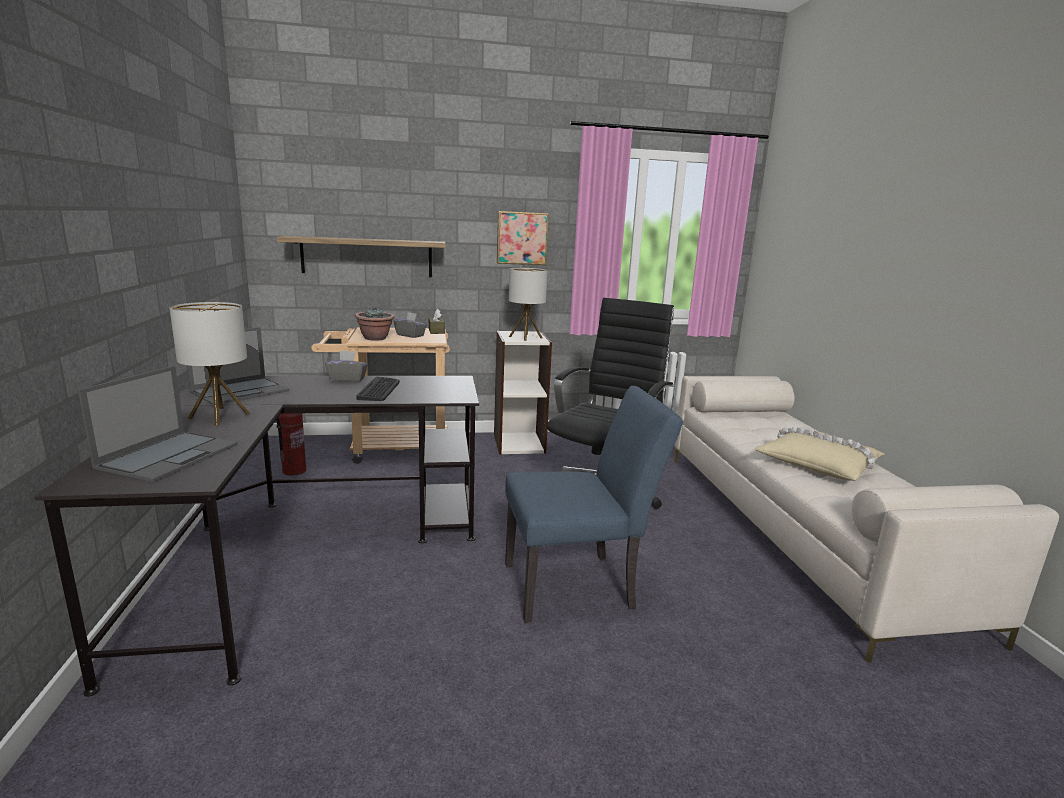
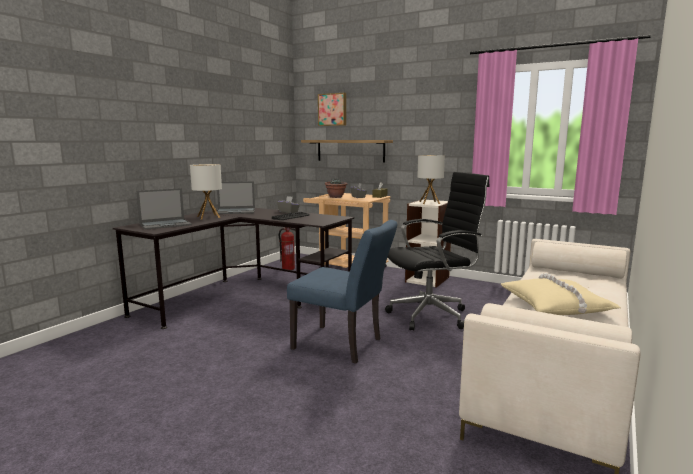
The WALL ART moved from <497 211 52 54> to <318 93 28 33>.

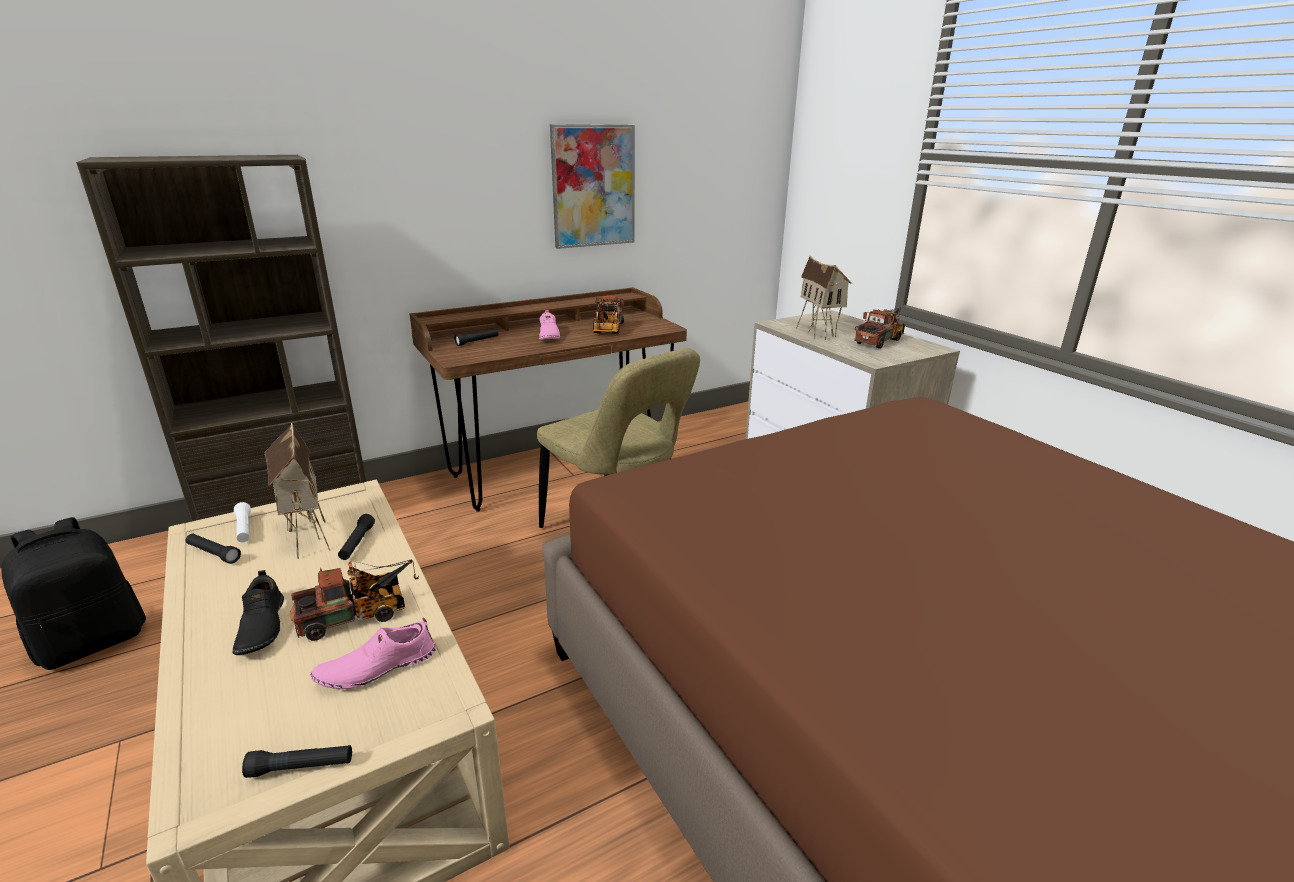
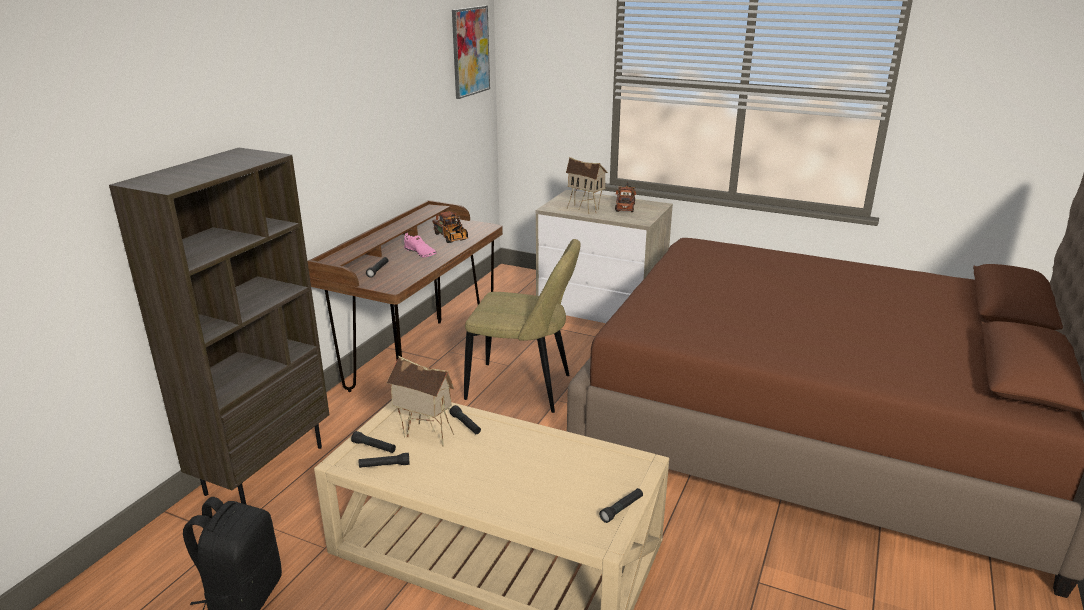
The BLACK-COLOURED SHOE at <233 570 51 85> disappeared.
The WHITISH HAND TORCH at <234 502 17 40> became the BLACK-COLOURED HAND TORCH at <351 431 45 22>.
The TOY TRUCK at <290 559 129 82> disappeared.
The PINK SHOE at <310 618 126 71> disappeared.
The WALL ART moved from <550 124 85 125> to <452 6 38 93>.

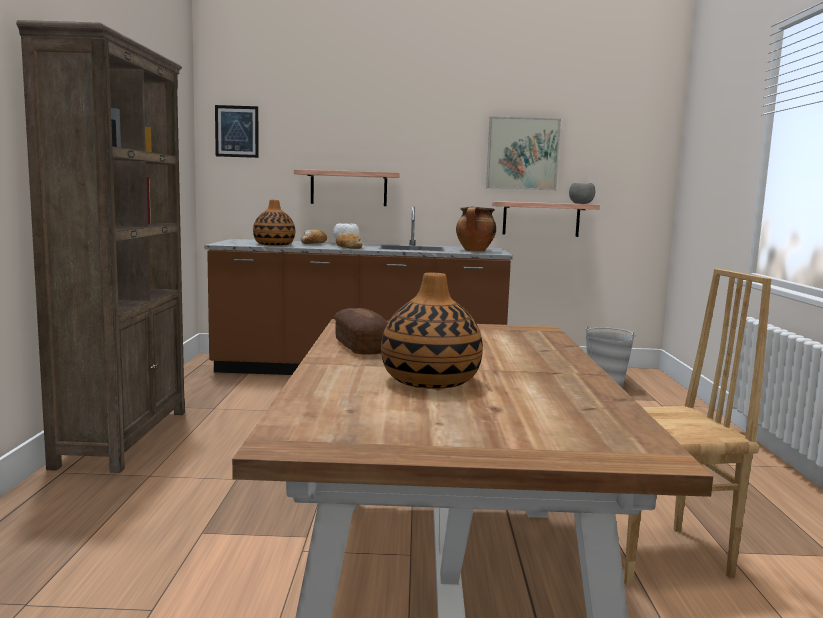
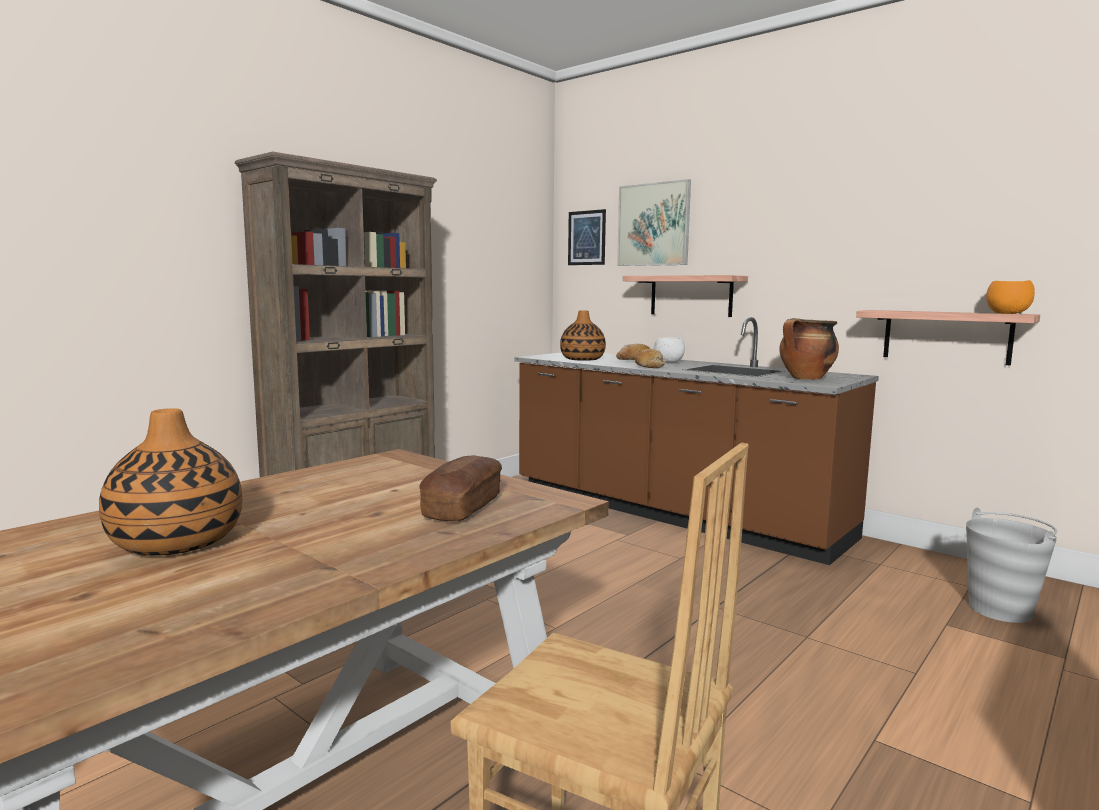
The BAKERY BREAD moved from <334 308 54 46> to <419 455 83 66>.
The WALL ART moved from <486 116 75 74> to <617 179 74 87>.
The GREY BOWL at <569 183 26 21> became the ORANGE BOWL at <986 280 49 34>.

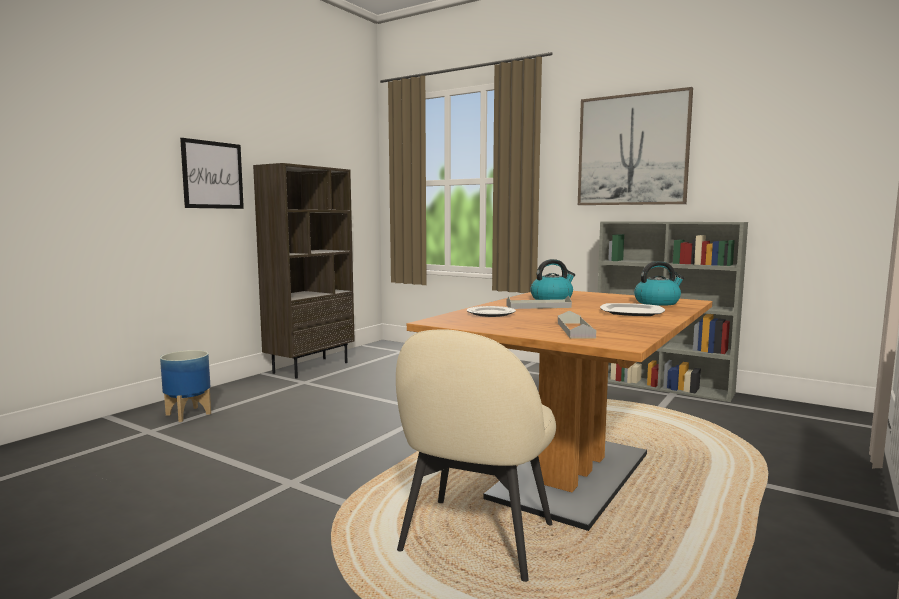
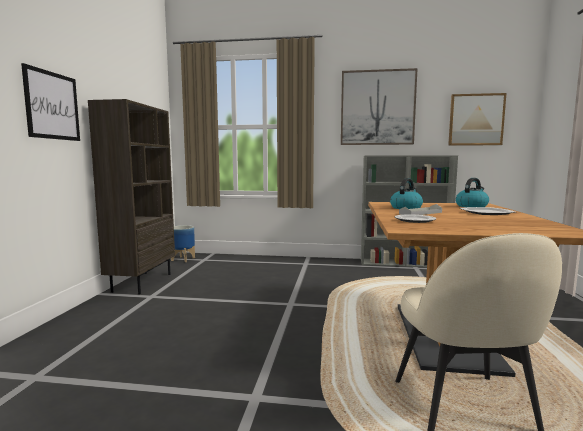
The PLANTER moved from <160 350 51 72> to <171 225 24 37>.
The GREY TRAY at <558 311 38 28> disappeared.
The WALL ART at <448 93 59 53> appeared.

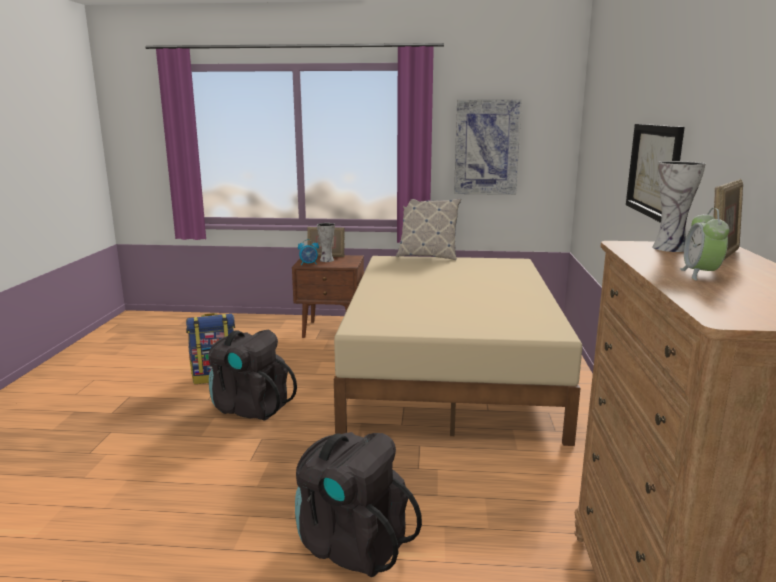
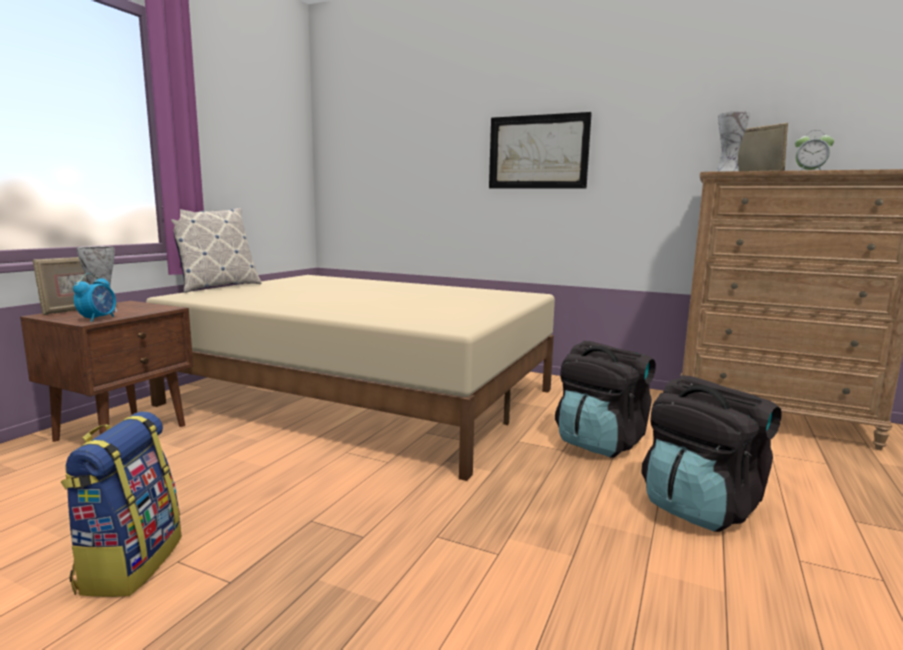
The BLACK-COLOURED KNAPSACK moved from <209 330 88 91> to <555 341 101 117>.
The WALL ART at <454 100 68 95> disappeared.

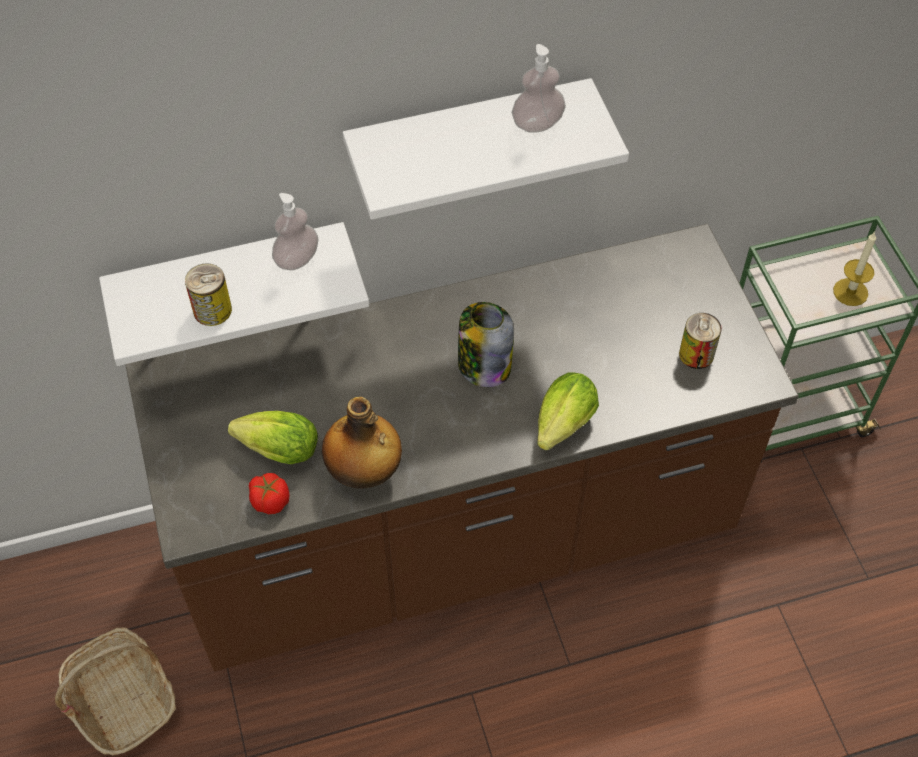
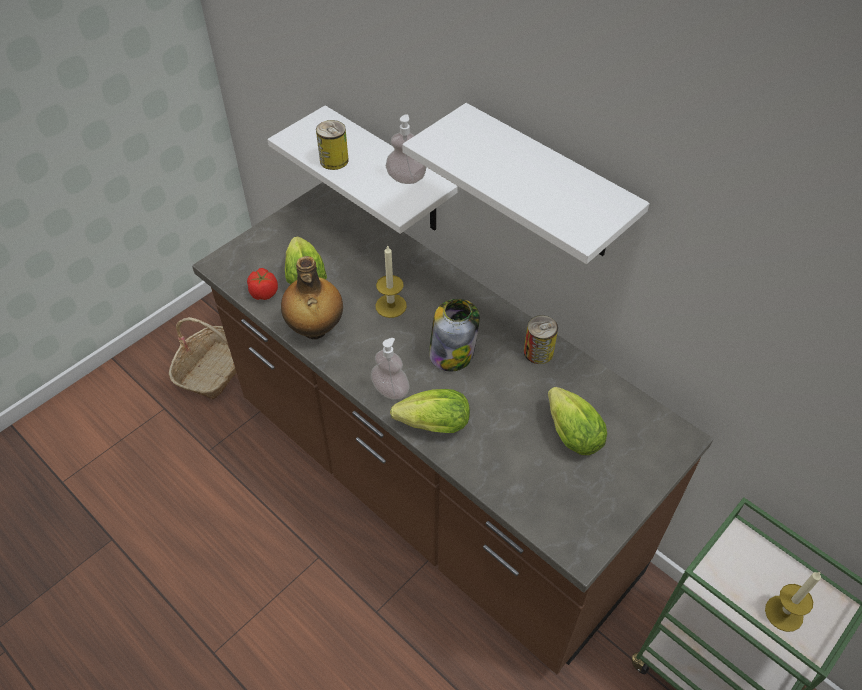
The SOAP DISPENSER moved from <512 44 54 89> to <371 338 39 62>.
The METAL CAN moved from <679 313 43 56> to <524 315 34 49>.
The WAX LIGHT at <375 245 32 73> appeared.
The LETTUCE HEAD at <548 387 59 68> appeared.

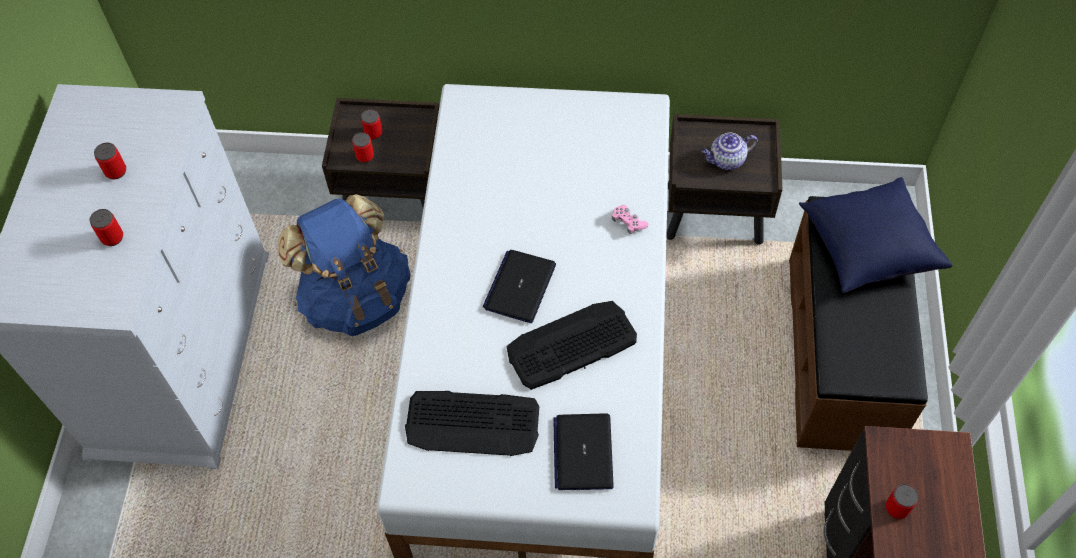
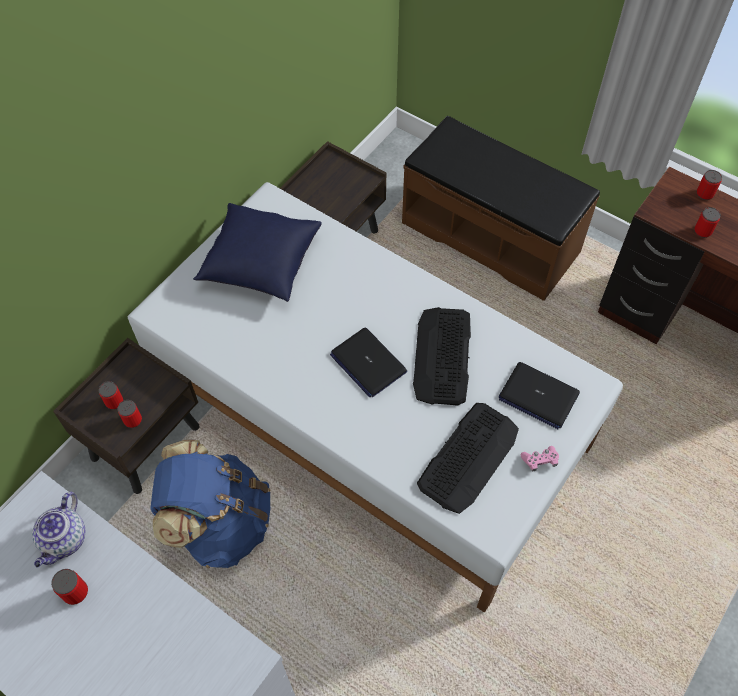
The METAL CAN moved from <90 209 33 37> to <697 170 25 30>.
The PINK GAME CONTROLLER moved from <612 205 36 29> to <521 446 38 25>.
The TEA POT moved from <702 133 56 37> to <32 492 53 75>.
The BLUISH CUSHION moved from <799 177 154 116> to <193 203 129 99>.

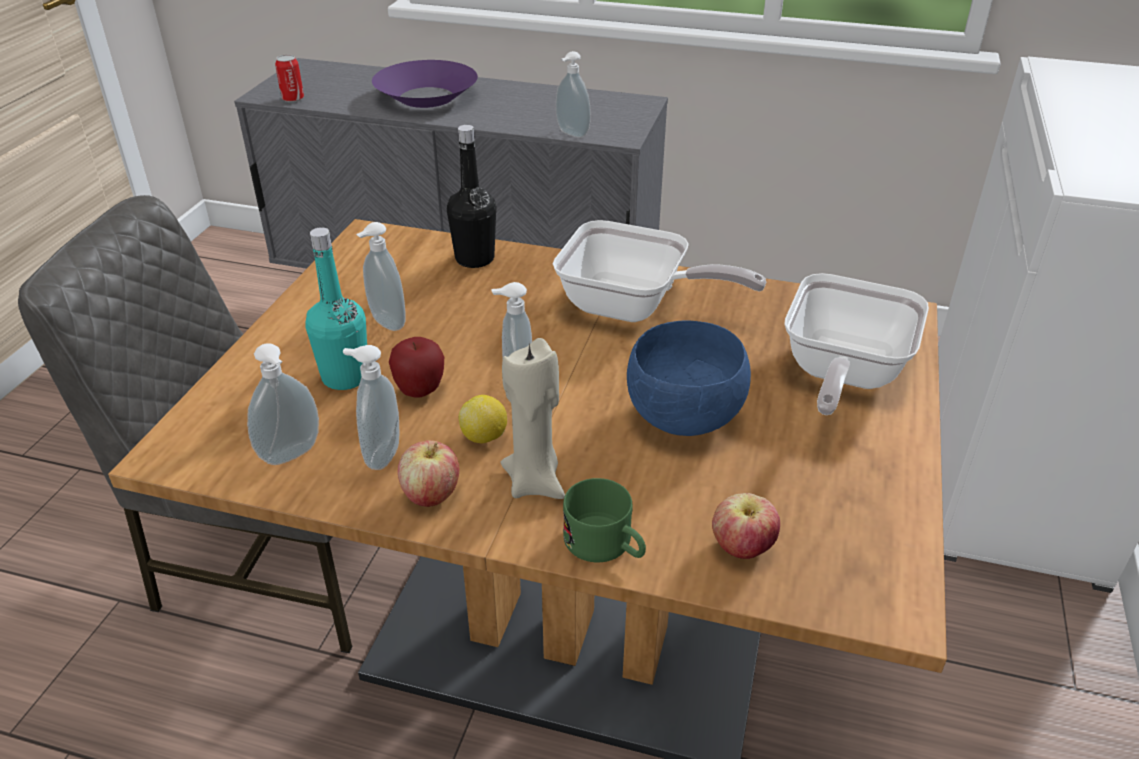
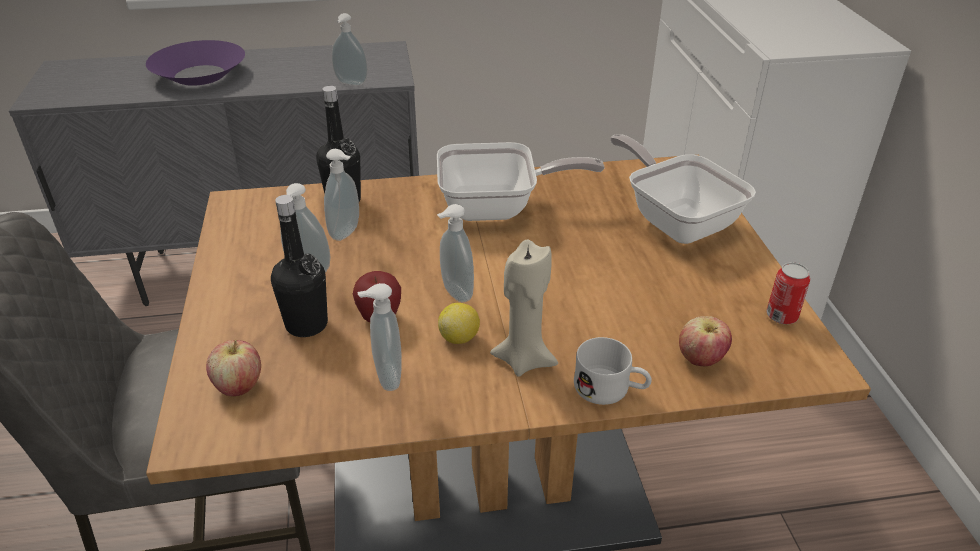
The SOAP DISPENSER moved from <247 343 72 122> to <324 149 35 92>.
The METAL CAN moved from <275 55 29 47> to <767 262 43 62>.
The BLUE-GREEN DRINK BOTTLE at <305 227 62 163> became the BLACK-COLOURED DRINK BOTTLE at <271 195 57 142>.
The APPLE FRUIT moved from <398 440 61 67> to <206 340 55 56>.
The GREENISH TEA MUG at <563 478 83 84> became the WHITISH TEA MUG at <574 337 78 68>.
The BLUISH BOWL at <627 321 124 115> disappeared.
The PAN at <785 273 144 142> turned 150 degrees clockwise.

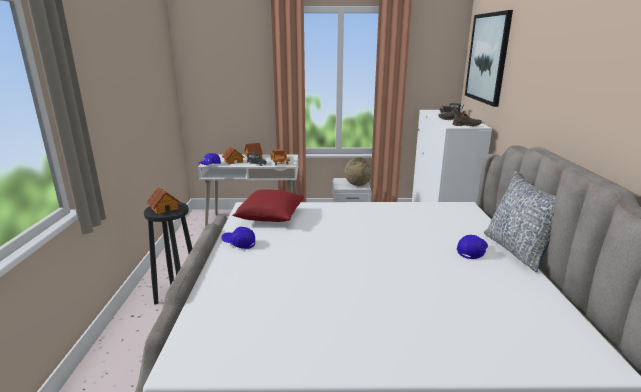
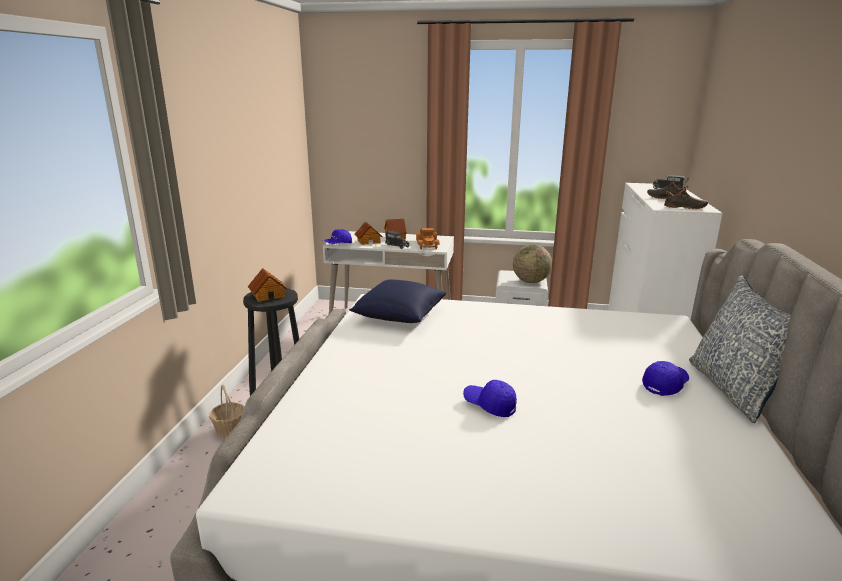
The BLUISH BASEBALL CAP moved from <222 227 33 22> to <463 380 54 37>.
The RED-COLOURED CUSHION at <232 189 72 33> became the BLUISH CUSHION at <349 279 97 44>.
The WALL ART at <465 10 48 97> disappeared.
The BASKET at <209 385 36 54> appeared.

